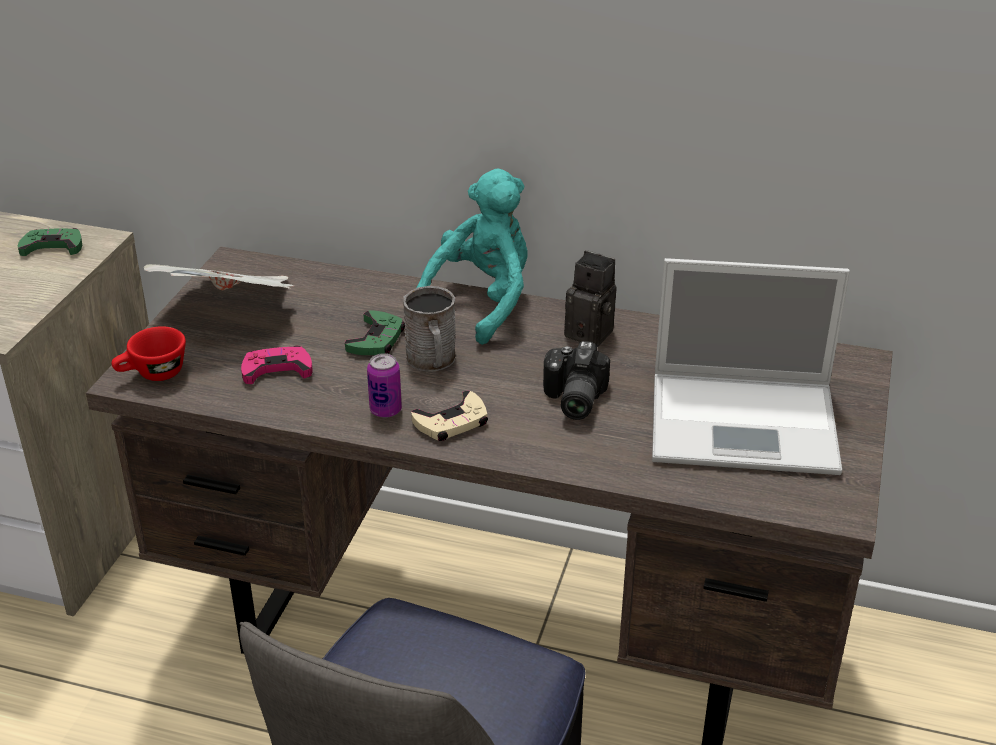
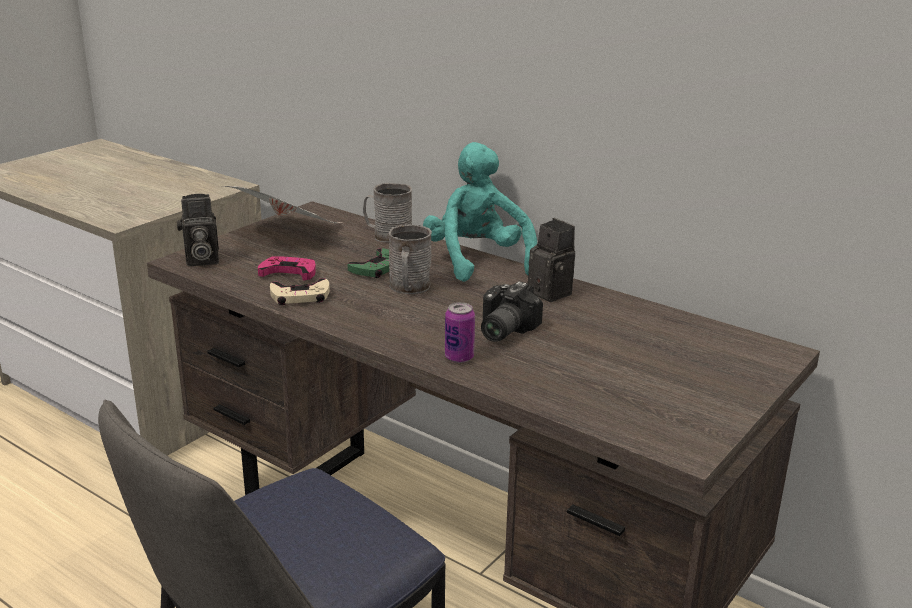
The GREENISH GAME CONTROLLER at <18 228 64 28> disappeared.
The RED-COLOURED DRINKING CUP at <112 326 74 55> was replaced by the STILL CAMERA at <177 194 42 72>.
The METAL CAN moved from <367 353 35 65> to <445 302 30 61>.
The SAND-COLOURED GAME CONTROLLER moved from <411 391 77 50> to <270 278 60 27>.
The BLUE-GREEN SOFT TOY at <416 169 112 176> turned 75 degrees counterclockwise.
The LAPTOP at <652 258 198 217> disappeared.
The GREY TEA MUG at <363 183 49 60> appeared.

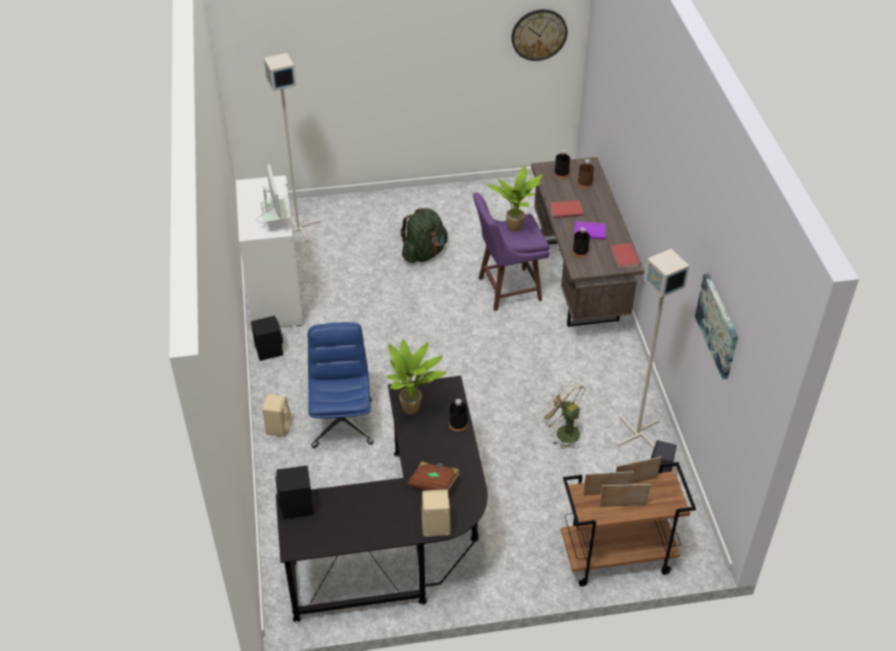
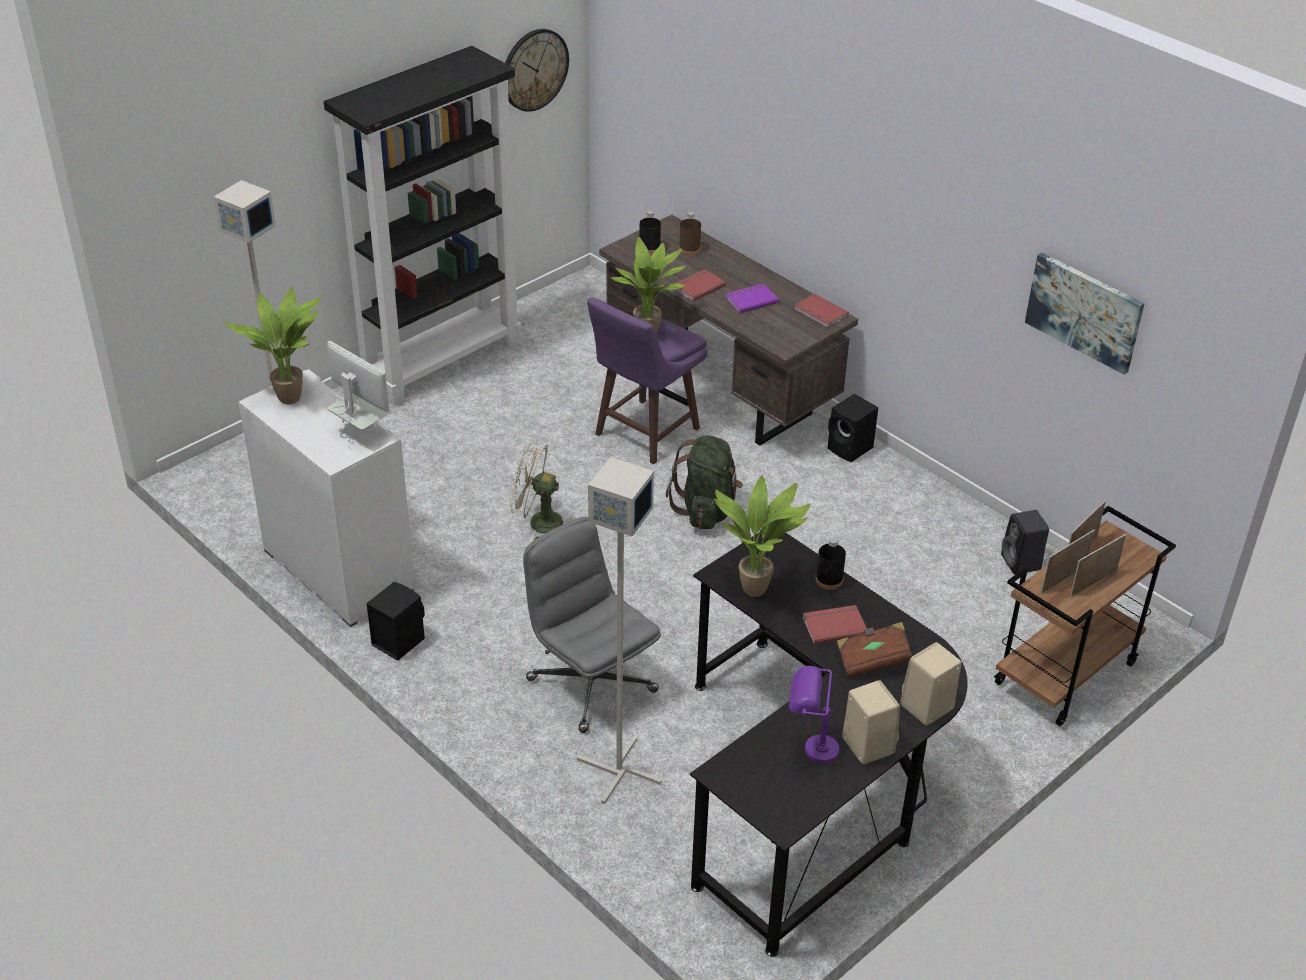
The SAND-COLOURED AUDIO SPEAKER moved from <262 394 29 43> to <842 680 58 84>.
The BLACK-COLOURED AUDIO SPEAKER moved from <275 465 39 54> to <828 394 50 68>.
The BLUISH COMPUTER CHAIR at <308 322 66 126> became the GREY COMPUTER CHAIR at <523 517 138 216>.
The GREENISH KNAPSACK moved from <400 208 48 55> to <666 436 77 93>.
The SAND-COLOURED COOLING FAN moved from <540 380 45 69> to <510 442 53 98>.
The BLACK-COLOURED DRINK BOTTLE at <572 227 18 31> disappeared.
The GREY STANDARD LAMP moved from <617 249 72 200> to <577 457 85 347>.
The POTTED PLANT at <224 287 98 117> appeared.
The BLACK-COLOURED SHELVING UNIT at <324 46 197 360> appeared.
The PURPLE TABLETOP LAMP at <789 665 50 99> appeared.
The RED-COLOURED BOOK at <802 605 65 39> appeared.

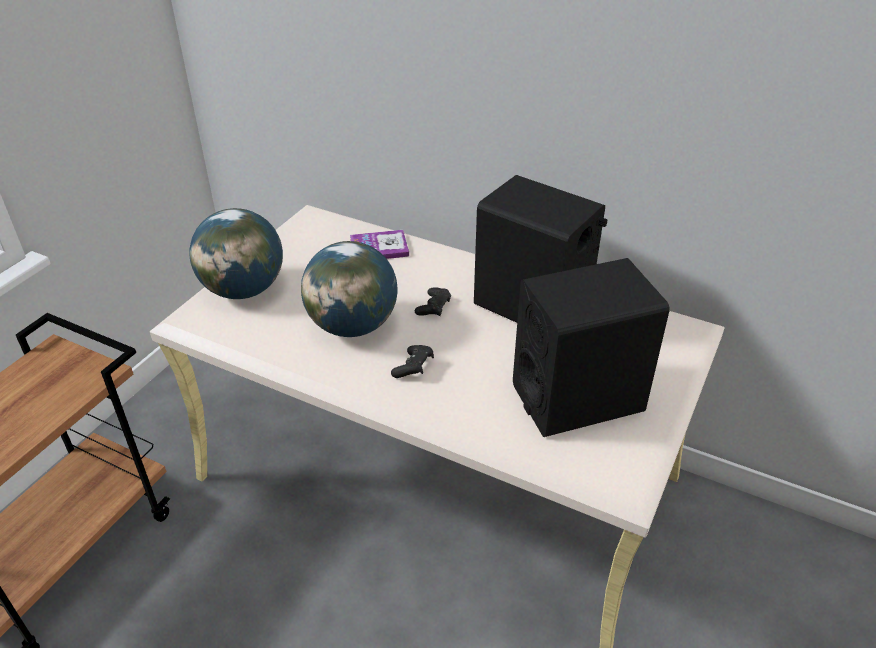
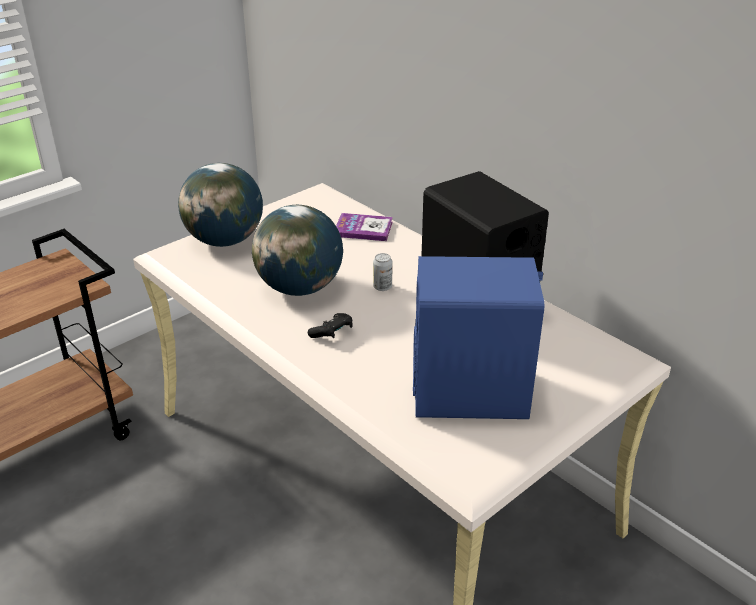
The BLACK-COLOURED GAME CONTROLLER at <415 287 36 29> was replaced by the METAL CAN at <373 253 19 38>.
The BLACK-COLOURED AUDIO SPEAKER at <513 258 157 179> became the BLUISH AUDIO SPEAKER at <413 256 131 163>.

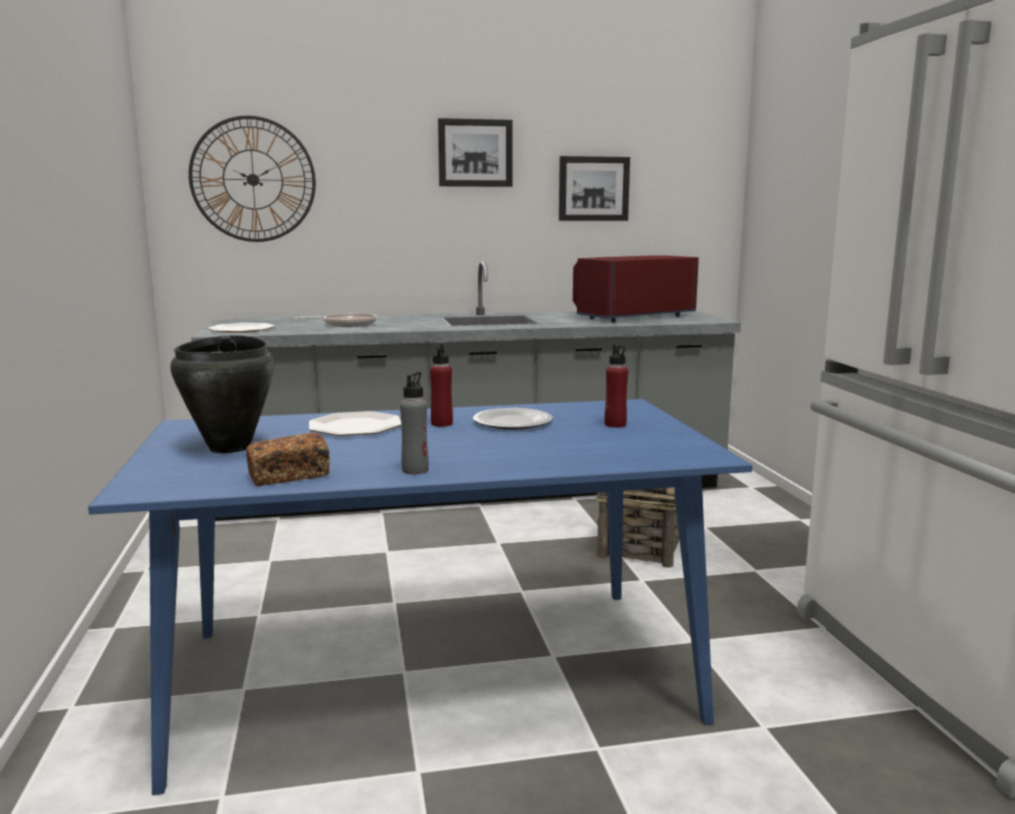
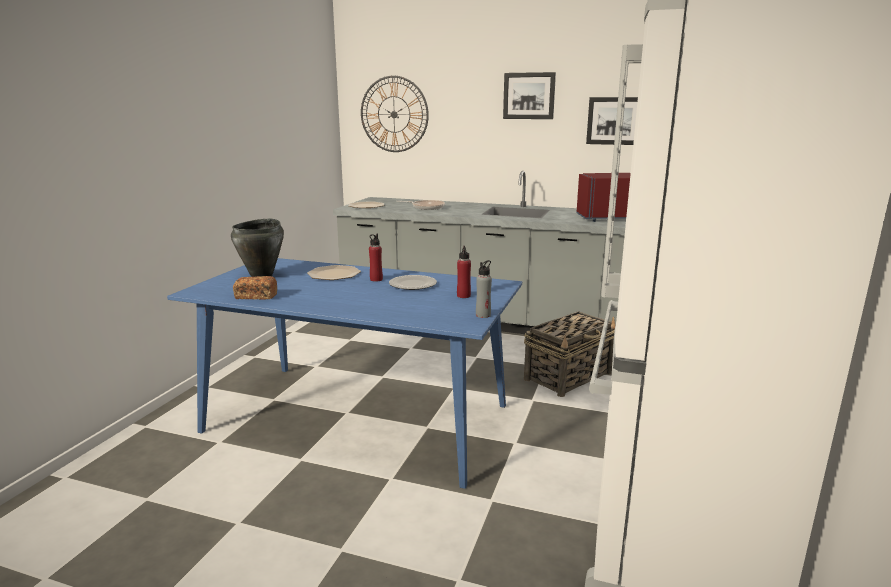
The GREY DRINK BOTTLE moved from <400 372 29 102> to <476 260 16 58>.

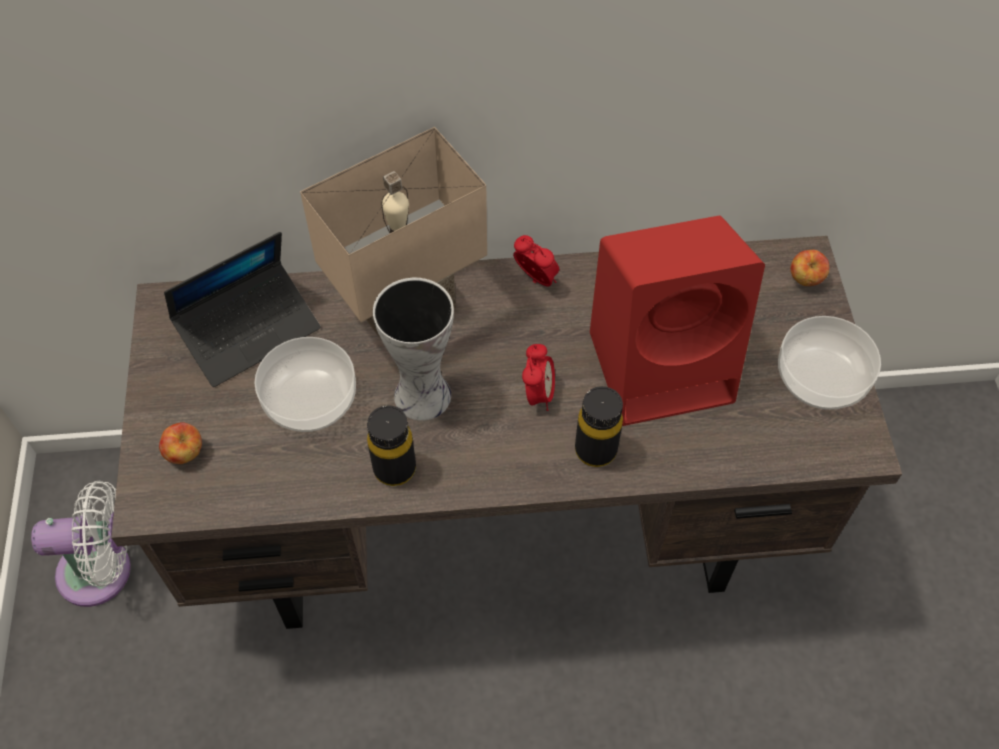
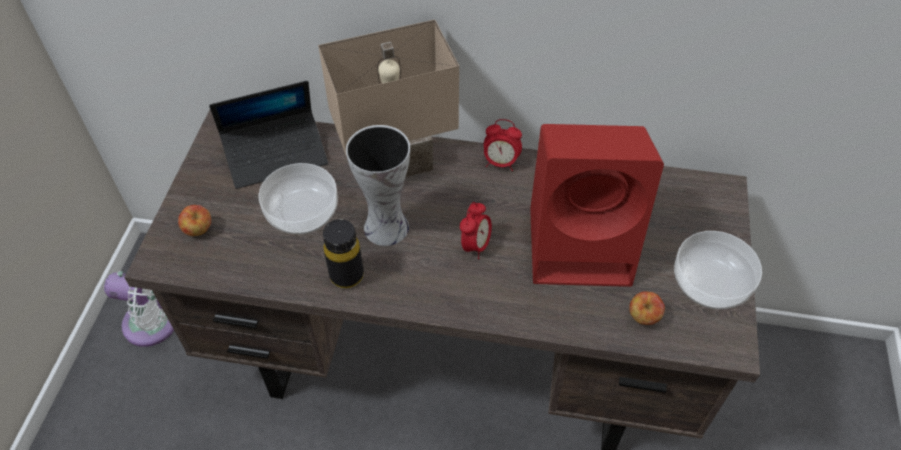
The TABLE CLOCK at <513 235 46 51> turned 135 degrees clockwise.
The BLACK-COLOURED DRINK BOTTLE at <575 386 48 81> disappeared.
The APPLE FRUIT moved from <790 250 39 36> to <629 291 36 34>.

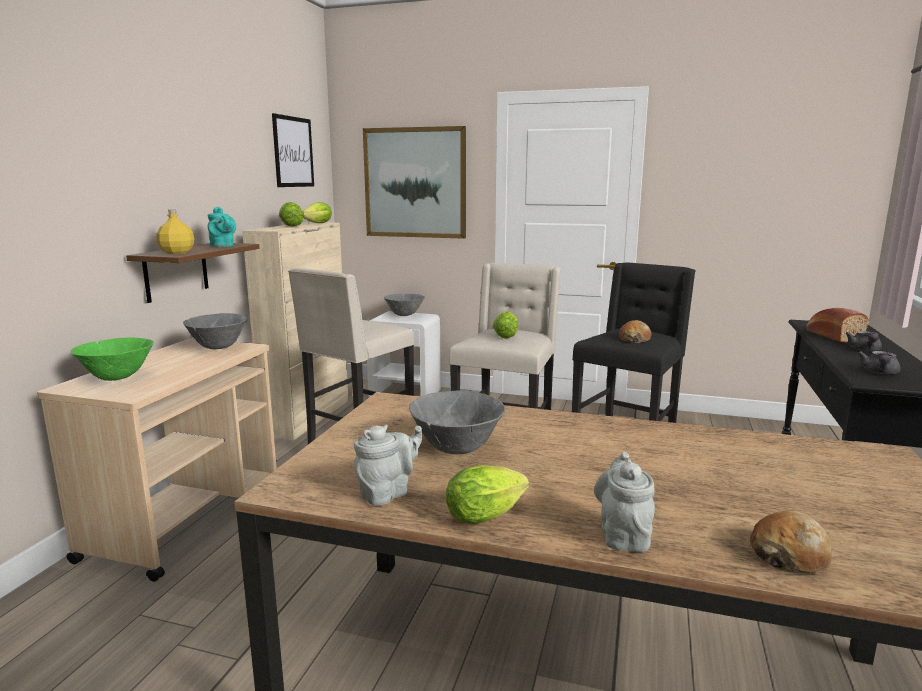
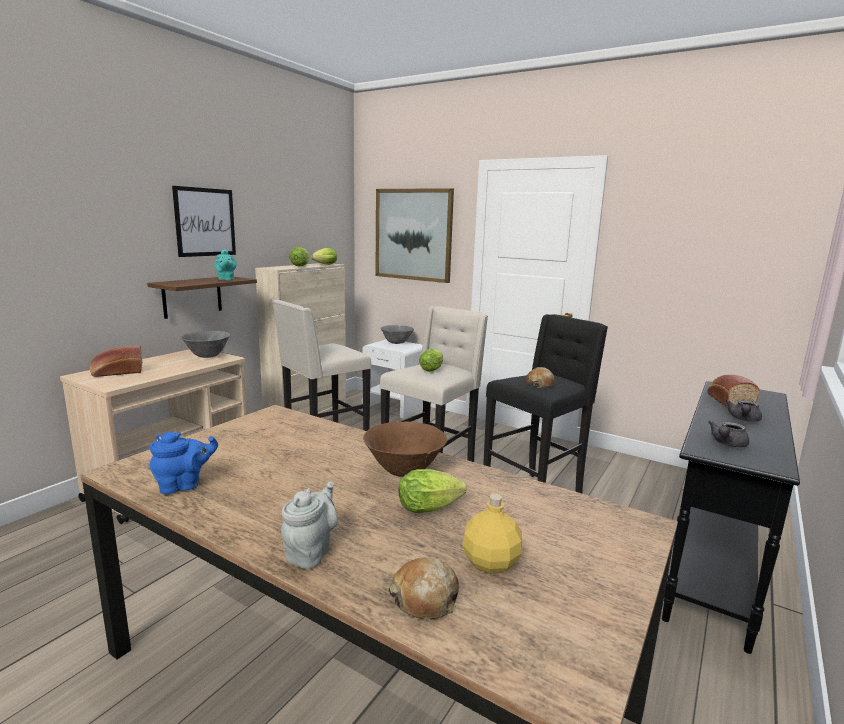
The GREENISH BOWL at <71 337 83 44> was replaced by the BAKERY BREAD at <90 345 52 32>.
The YELLOWISH DRINK BOTTLE moved from <156 210 38 44> to <463 494 59 80>.
The WALL ART moved from <272 113 42 74> to <172 186 64 71>.
The GREY TEA POT at <354 424 68 82> became the BLUISH TEA POT at <149 432 69 62>.
The GREY BOWL at <409 390 97 65> disappeared.
The LETTUCE HEAD moved from <446 465 83 59> to <398 469 69 44>.
The BROWN-COLOURED BOWL at <363 421 84 56> appeared.

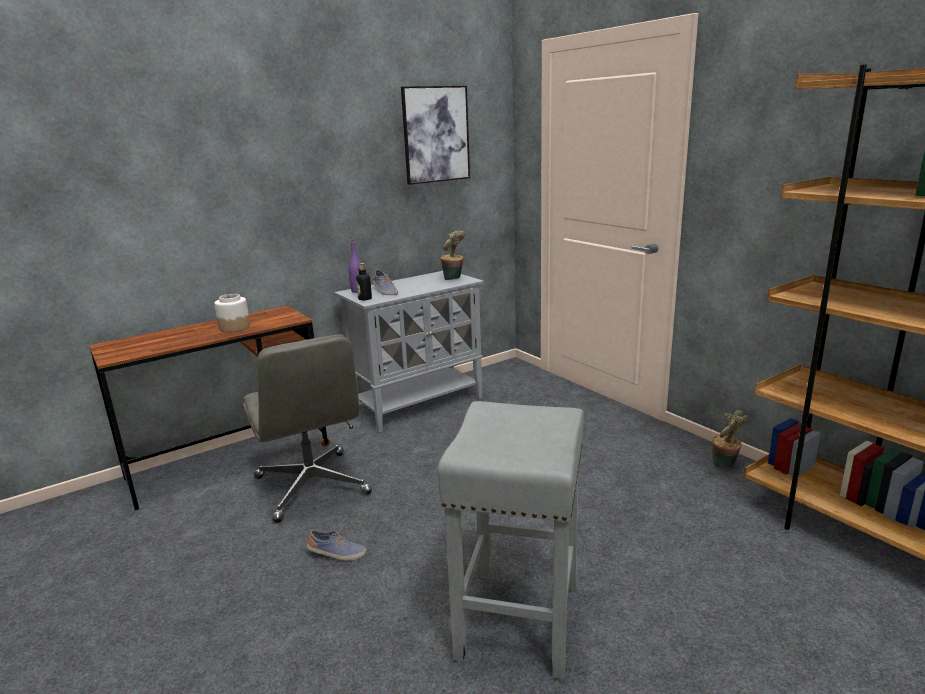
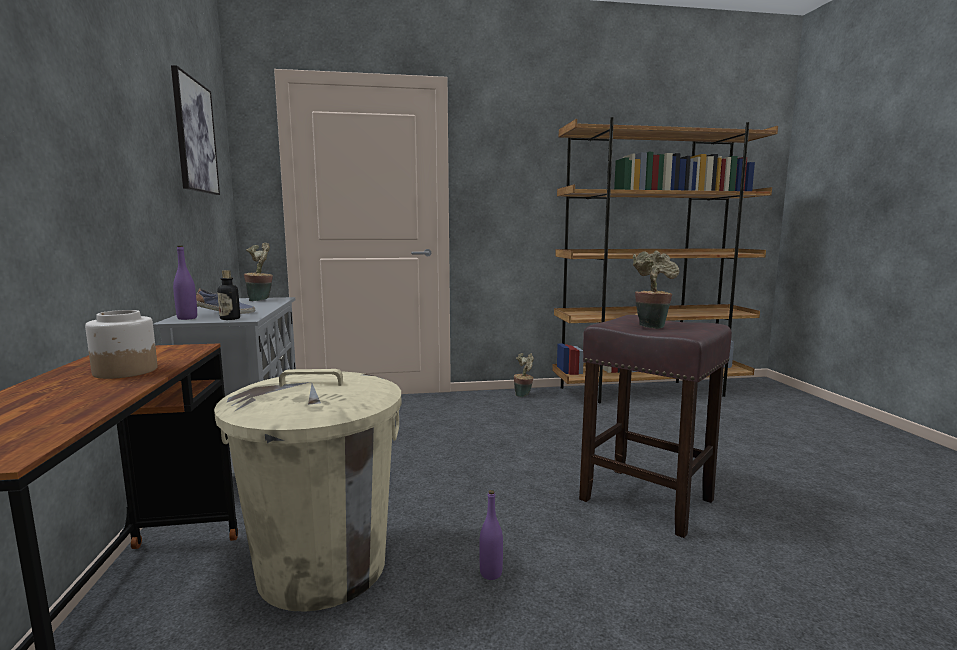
The GREY COMPUTER CHAIR at <243 334 129 189> was replaced by the SAND-COLOURED WASTE BIN at <214 369 187 243>.
The SHOE at <307 530 59 31> was replaced by the PURPLE DRINK BOTTLE at <479 490 24 90>.
The GREY STOOL at <437 401 147 278> became the BROWN-COLOURED STOOL at <579 315 153 223>.
The POTTED PLANT at <633 251 46 78> appeared.

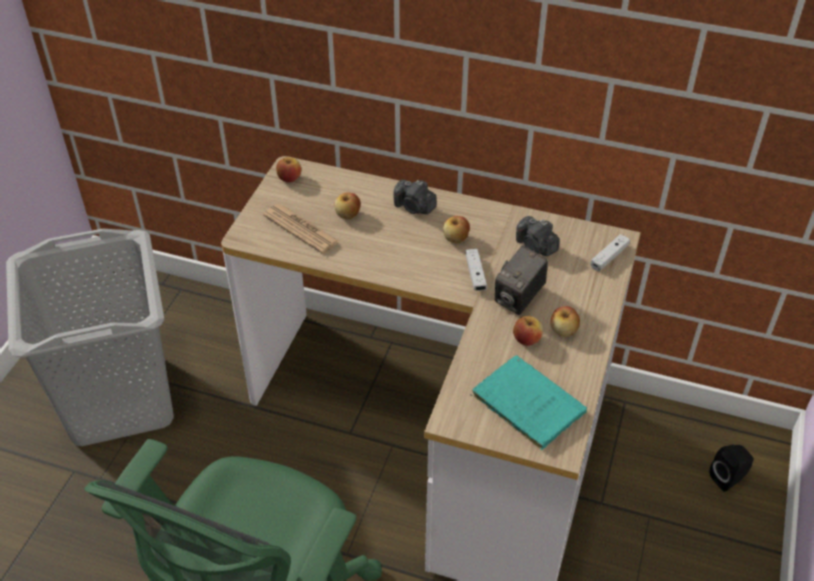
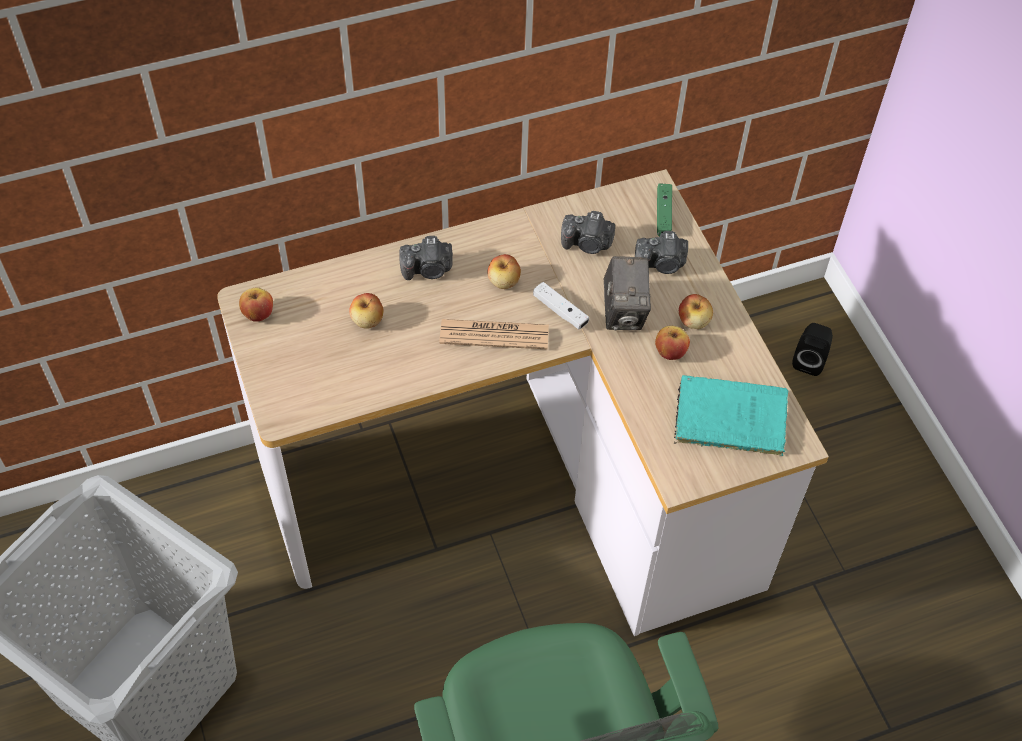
The PRINTED PAPER moved from <263 204 77 50> to <439 319 110 31>.
The WHITISH GAME CONTROLLER at <591 234 39 37> became the GREENISH GAME CONTROLLER at <657 184 15 52>.
The STILL CAMERA at <635 231 53 43> appeared.

